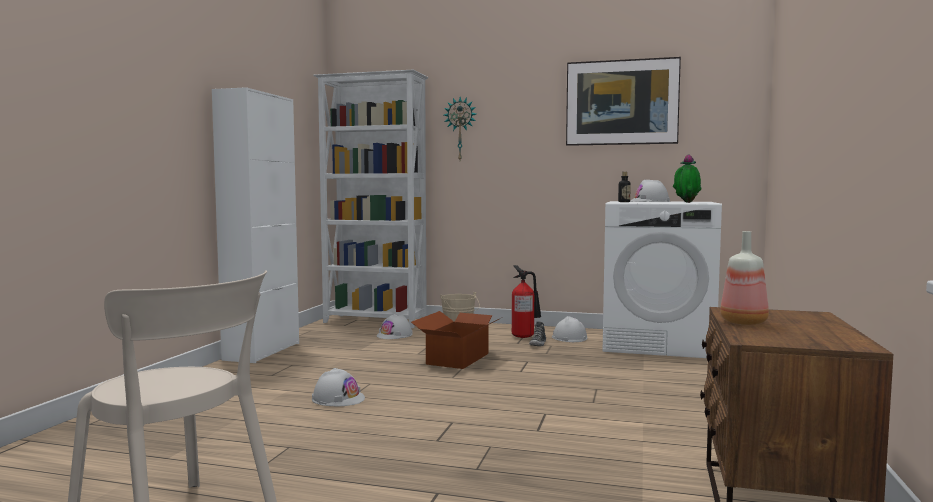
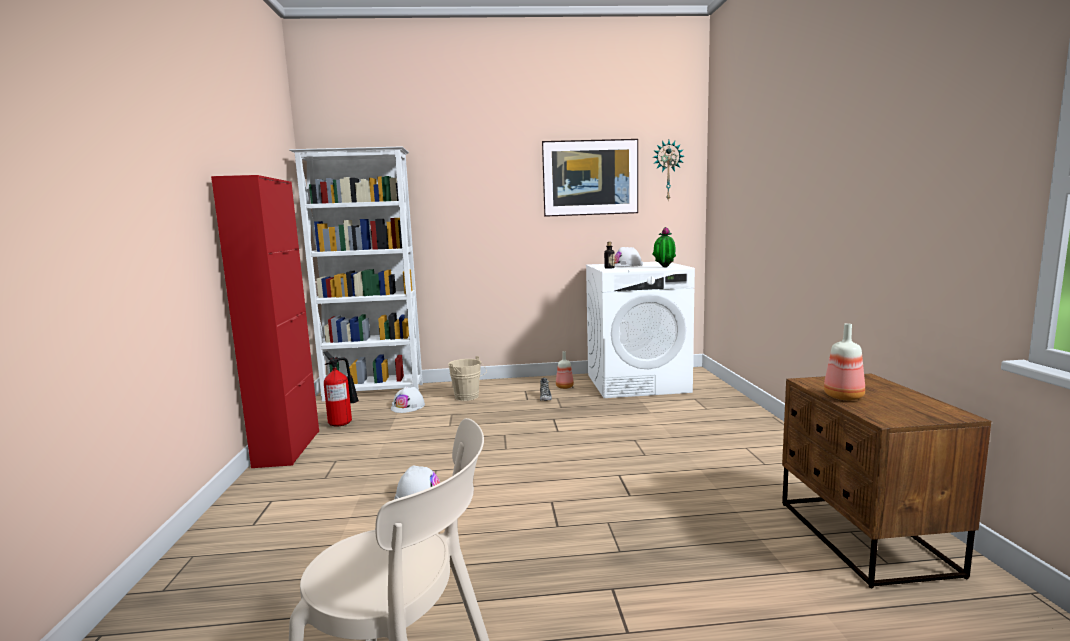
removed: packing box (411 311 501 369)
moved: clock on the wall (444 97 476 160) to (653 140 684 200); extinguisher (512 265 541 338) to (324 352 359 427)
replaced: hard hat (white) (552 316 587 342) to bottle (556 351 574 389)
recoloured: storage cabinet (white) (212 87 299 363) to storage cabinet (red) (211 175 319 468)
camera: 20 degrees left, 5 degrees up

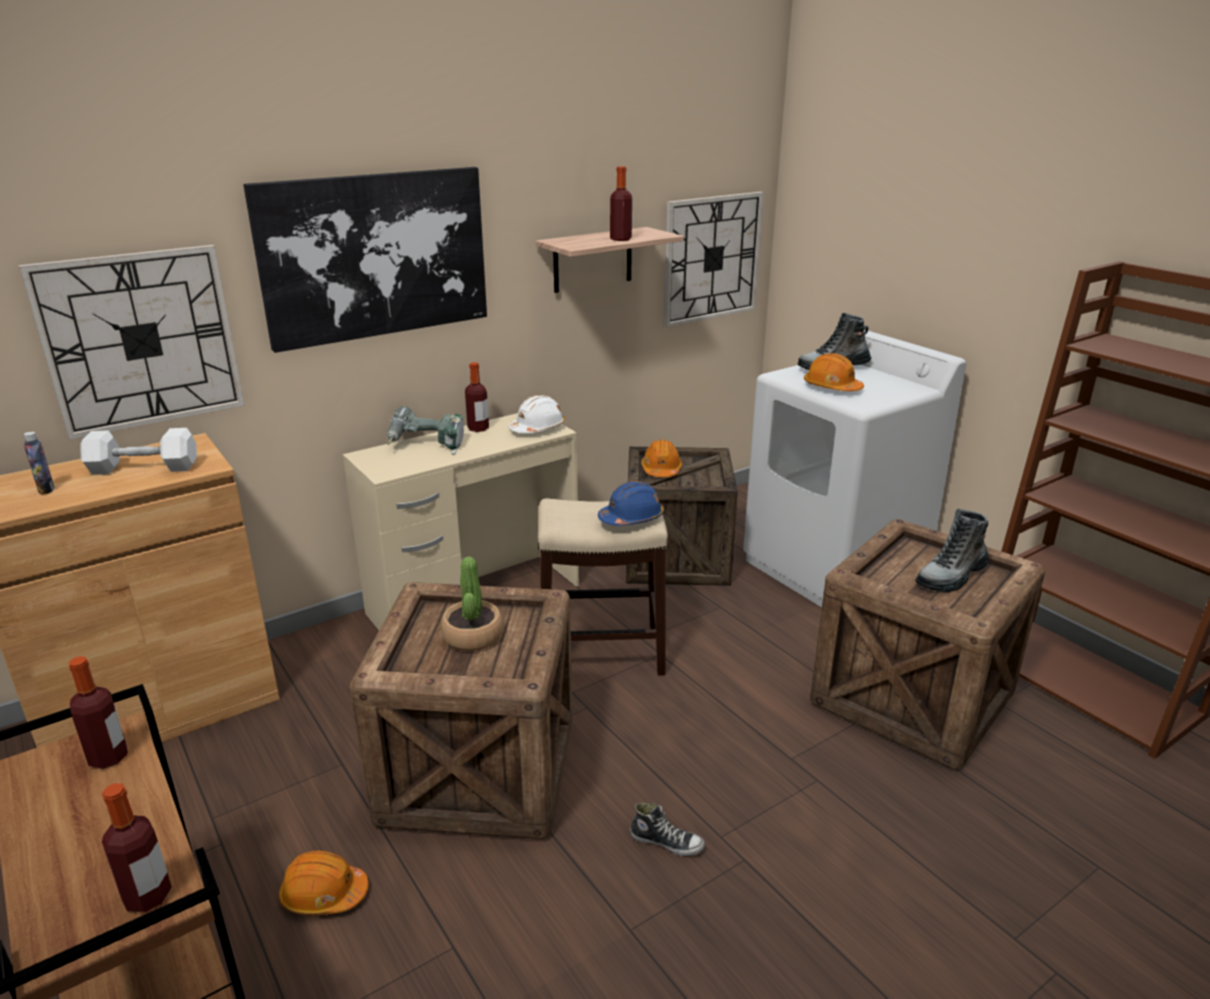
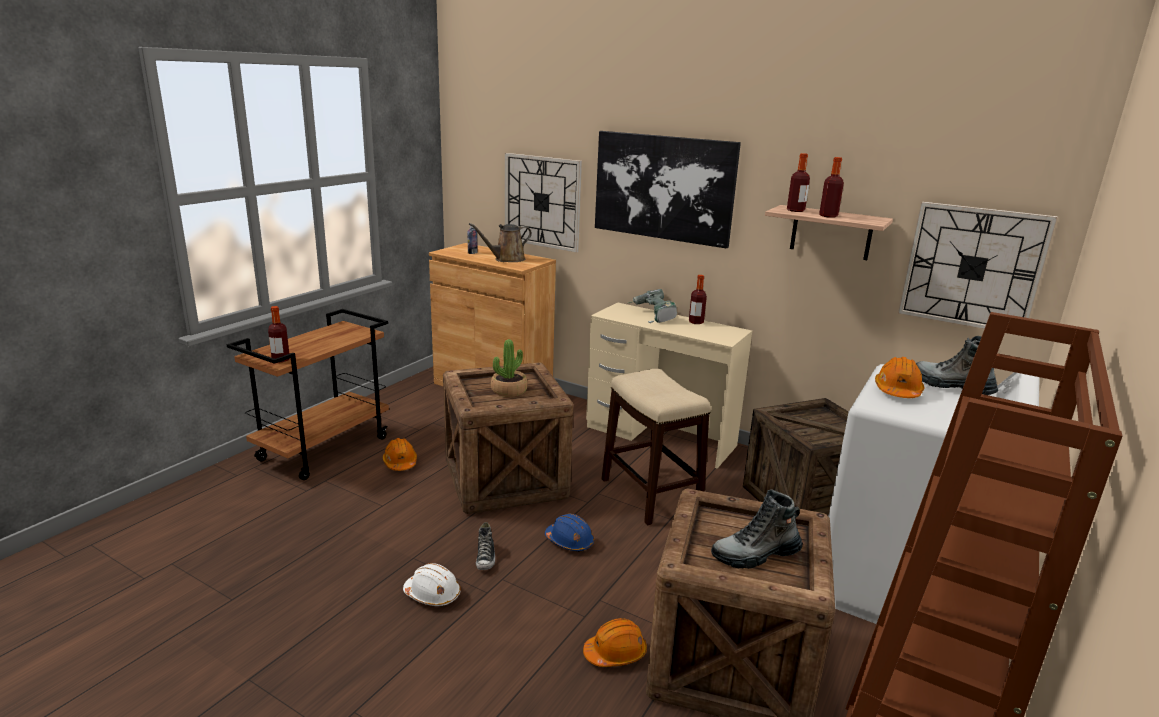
moved: bottle (69 656 128 769) to (787 153 810 212); hard hat (white) (509 395 565 433) to (403 563 461 606); hard hat (blue) (598 481 664 526) to (545 514 594 552); hard hat (orange) (641 439 682 477) to (583 618 647 667)
replaced: dumbbell (white) (80 428 197 475) to watering can (brown-coloured) (469 223 532 262)
turned: high-top boot (915 509 989 592) = (711 489 803 569) 45 degrees counterclockwise
camera: 65 degrees right, 5 degrees down

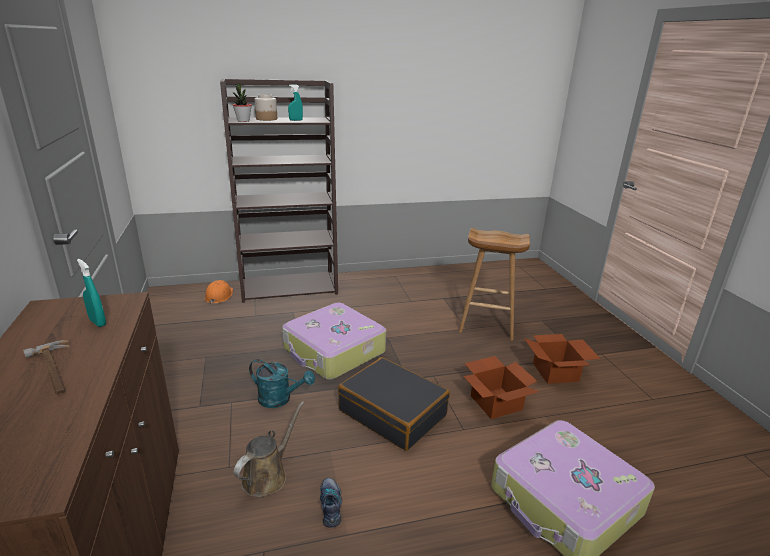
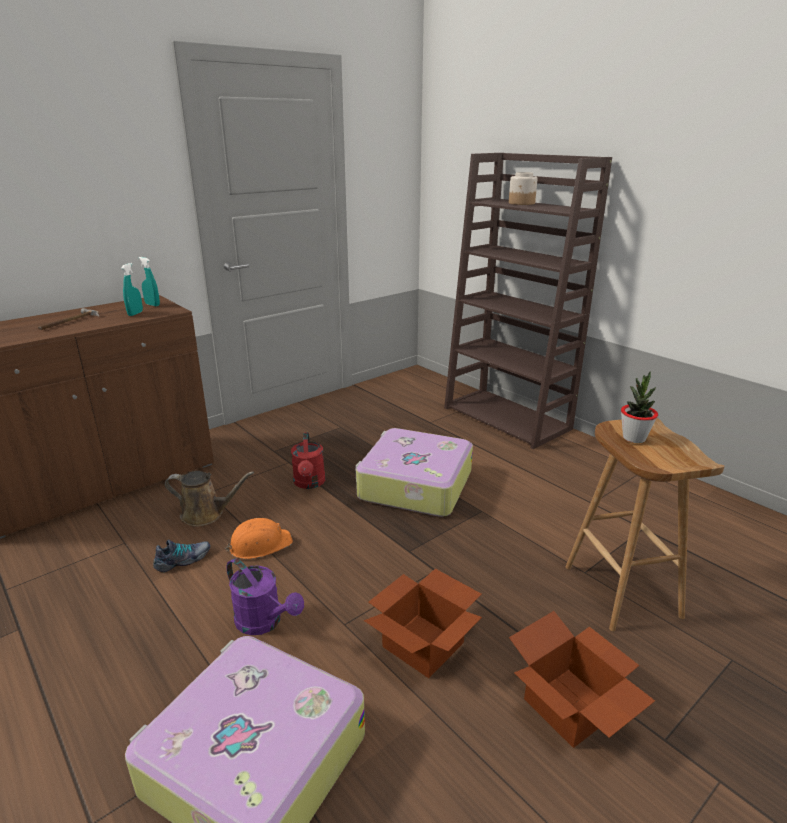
removed: piece of luggage (black) (338 357 450 451)
added: watering can (purplish) (227 558 304 635)
moved: hard hat (orange) (205 280 233 305) to (225 518 293 559); potted plant (232 83 252 122) to (621 372 658 443); spray bottle (blue-green) (288 84 303 121) to (139 257 160 306)
recoloured: watering can (blue-green) (249 359 315 408) to watering can (red) (291 432 325 489)
camera: 65 degrees right, 0 degrees up

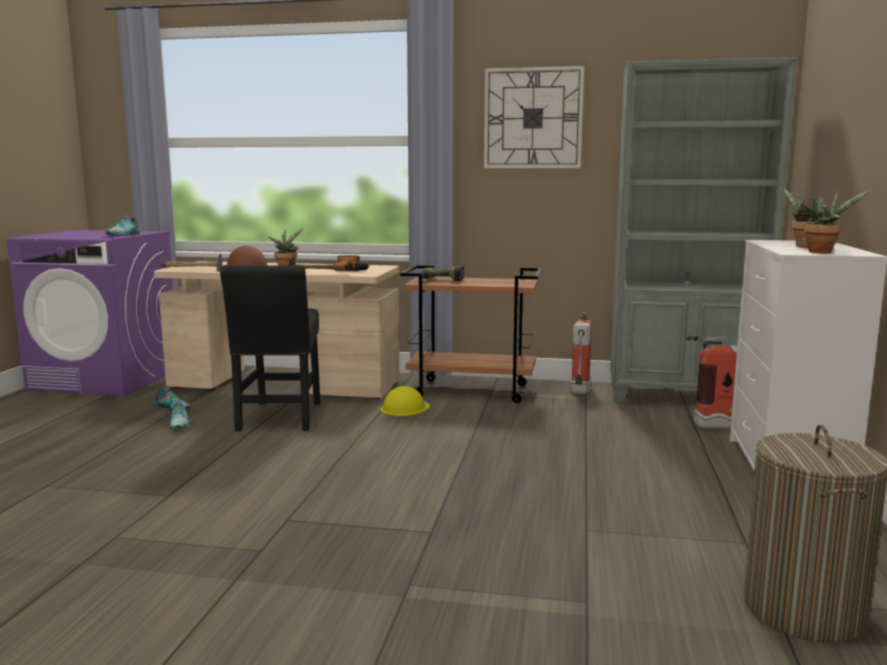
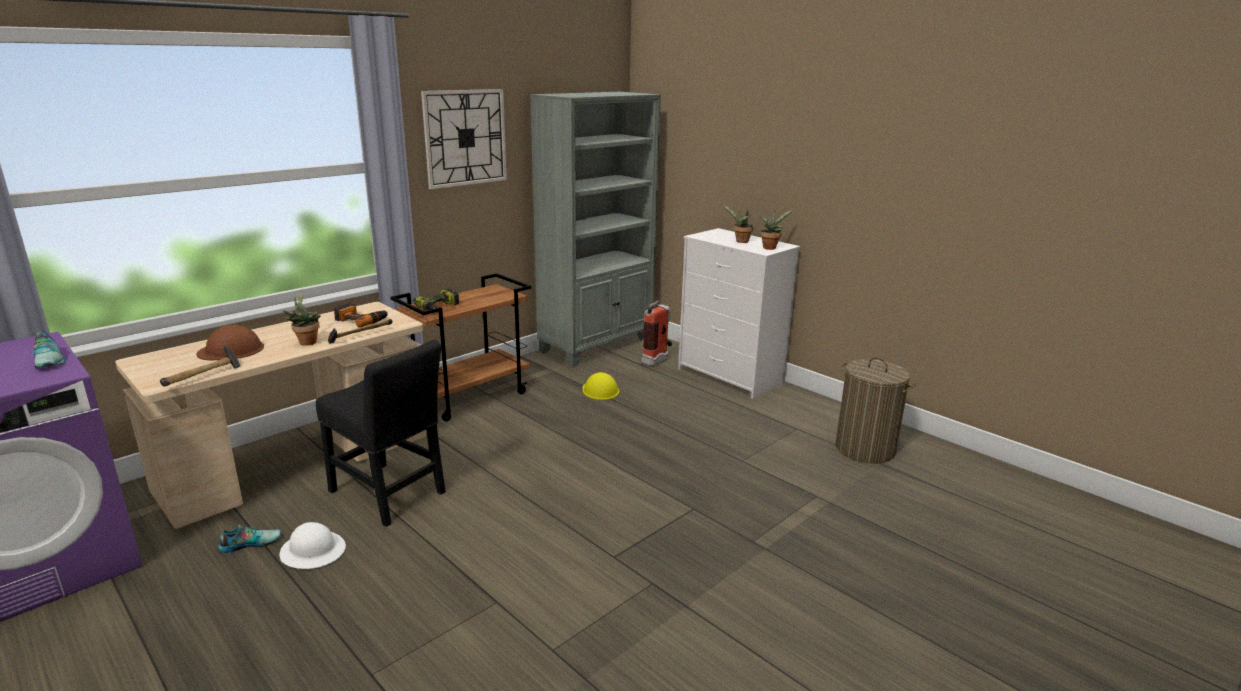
removed: extinguisher (570 312 592 394)
moved: hard hat (yellowish) (381 386 430 416) to (583 372 619 400)
replaced: item of footwear (170 401 190 429) to hard hat (white) (279 522 346 569)
camera: 55 degrees left, 10 degrees up

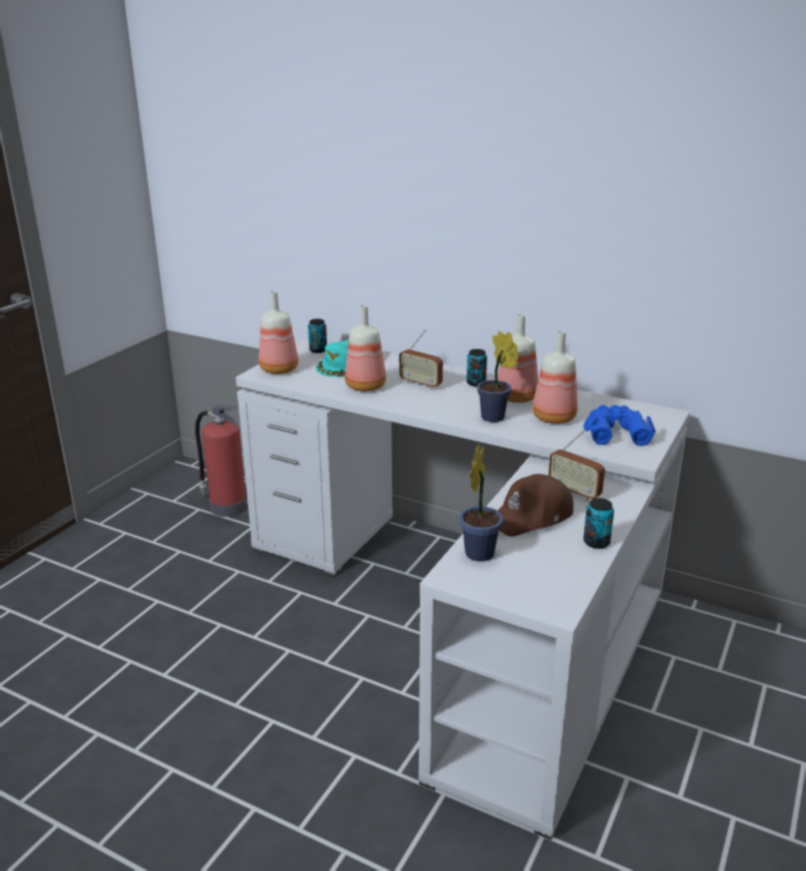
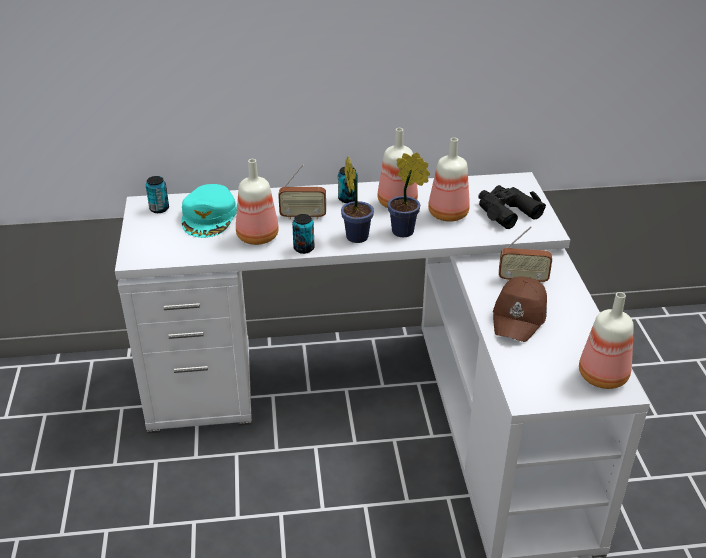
removed: extinguisher (195 405 247 517)
moved: bottle (259 291 298 374) to (579 292 634 389); potted plant (459 444 503 562) to (341 156 374 243); sealed can (583 498 614 549) to (292 214 314 254)
recoloured: binoculars (blue) (583 405 655 446) to binoculars (black) (478 185 546 229)
camera: 35 degrees left, 10 degrees up

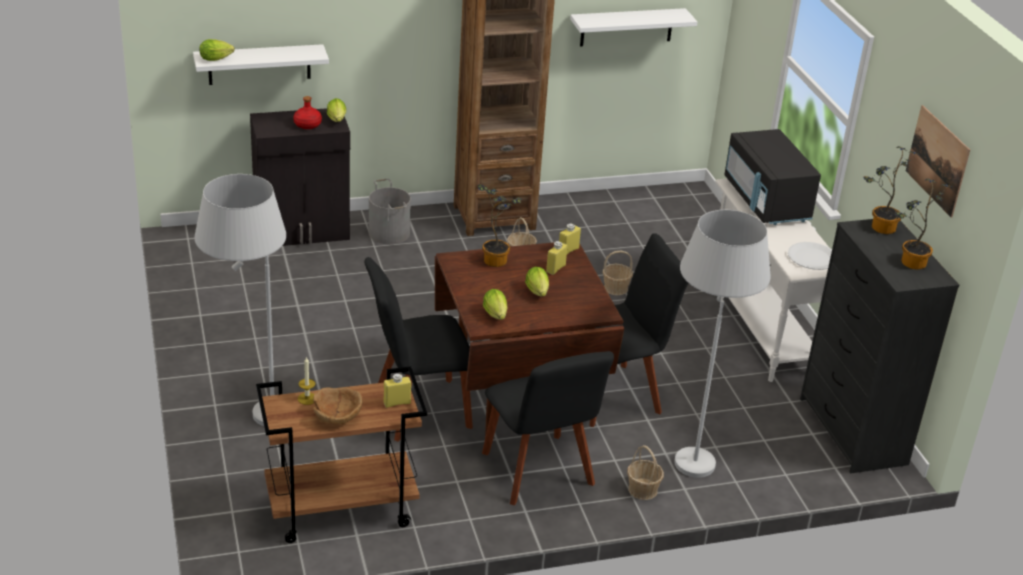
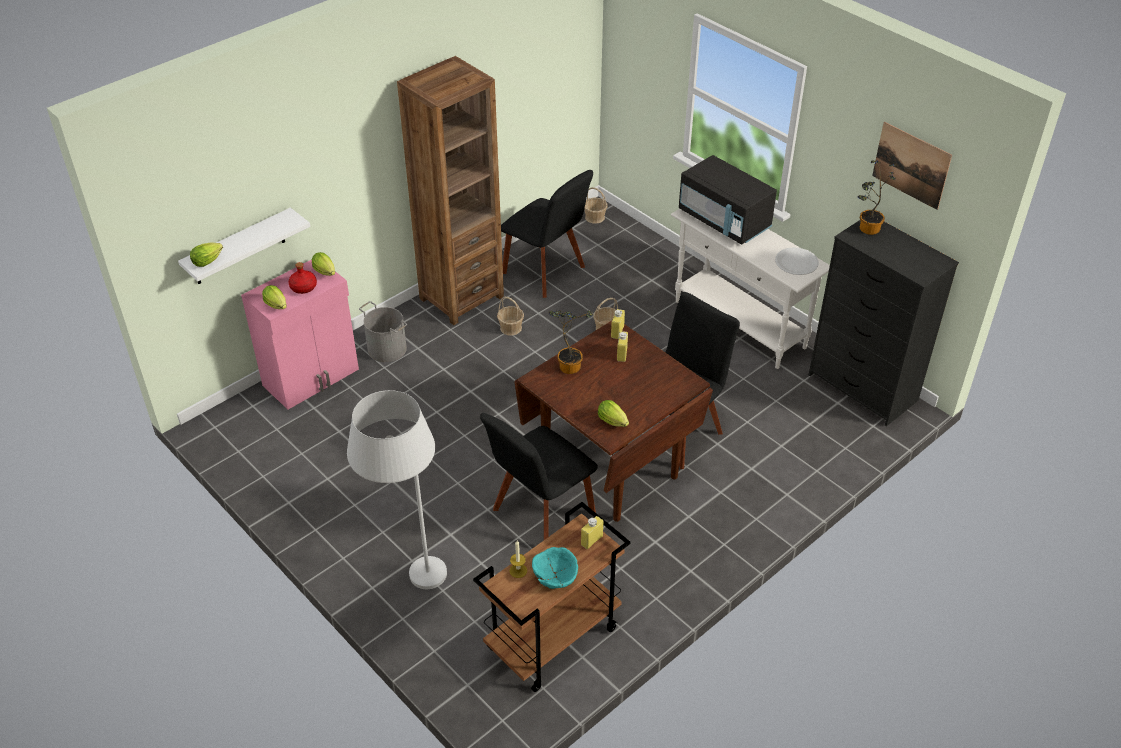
removed: wall shelf (white) (570 8 697 46); floor lamp (white) (674 210 771 478); potted plant (895 178 952 270)
moved: upright chair (black) (482 351 614 505) to (501 170 593 298); lettuce head (525 267 549 296) to (262 285 287 309); basket (627 445 664 500) to (584 187 607 224)
recoloured: storage cabinet (black) (250 108 350 246) to storage cabinet (pinkish) (241 259 359 409); deep dish (brown-coloured) (313 387 363 424) to deep dish (blue-green) (532 547 578 589)
camera: 25 degrees left, 10 degrees up

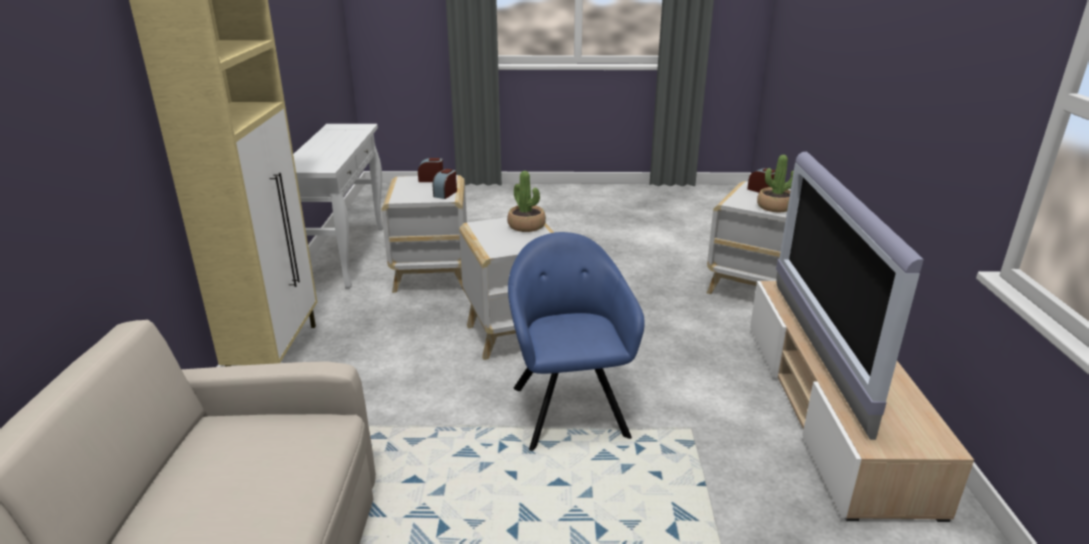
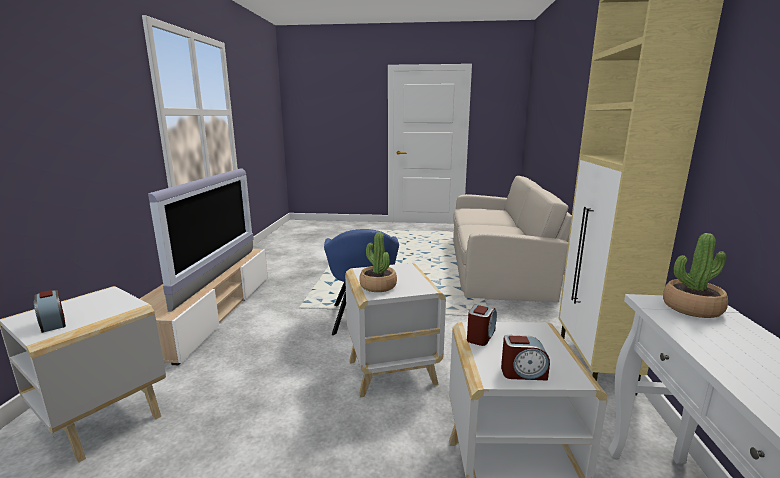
moved: potted plant (757 155 794 212) to (663 233 728 318)
camera: 175 degrees left, 10 degrees down

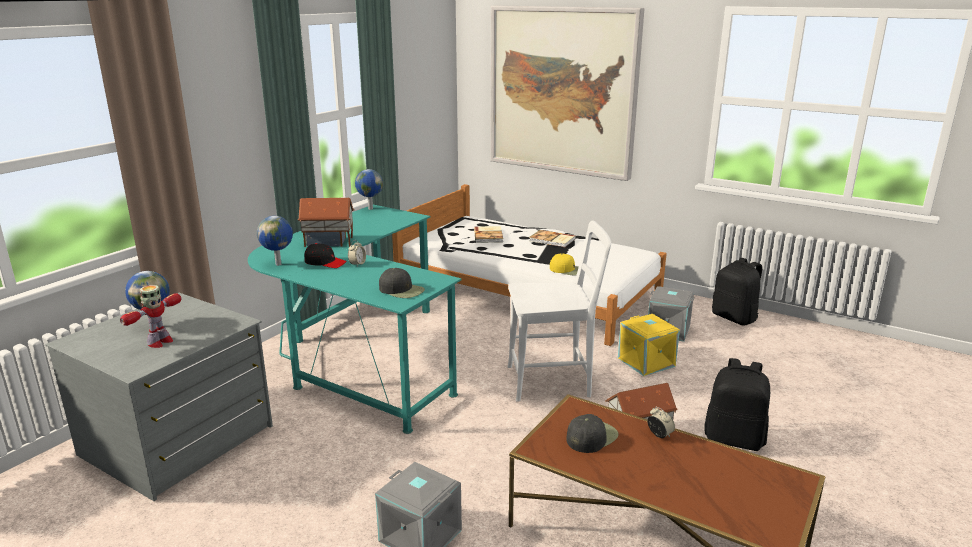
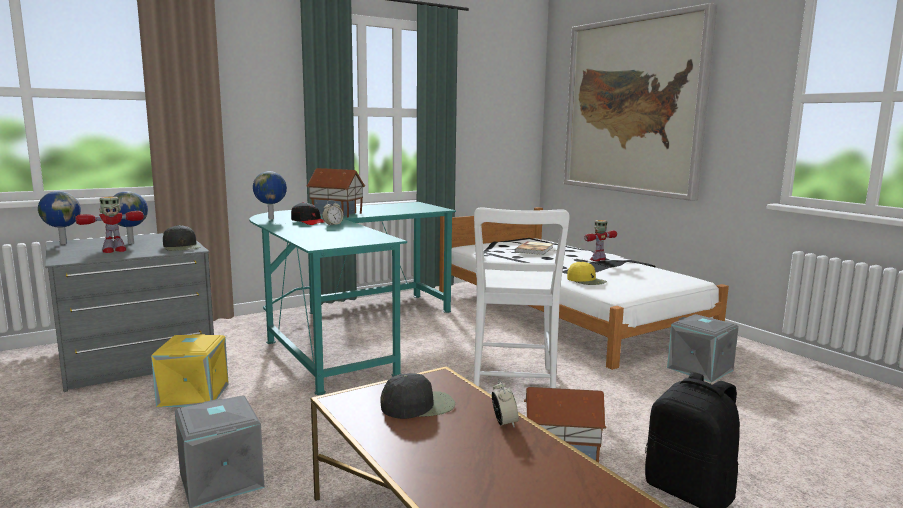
removed: rucksack (black) (712 258 762 325)
moved: globe (355 169 383 210) to (38 191 81 244); baseball cap (black) (379 268 425 298) to (163 225 201 251); storage container (yellowish) (618 314 680 376) to (151 334 229 407)
replaced: volume (529 230 576 247) to model robot (584 220 617 261)
turned: upright chair (white) (507 221 611 402) = (474 207 570 388) 75 degrees clockwise
camera: 25 degrees right, 10 degrees down

